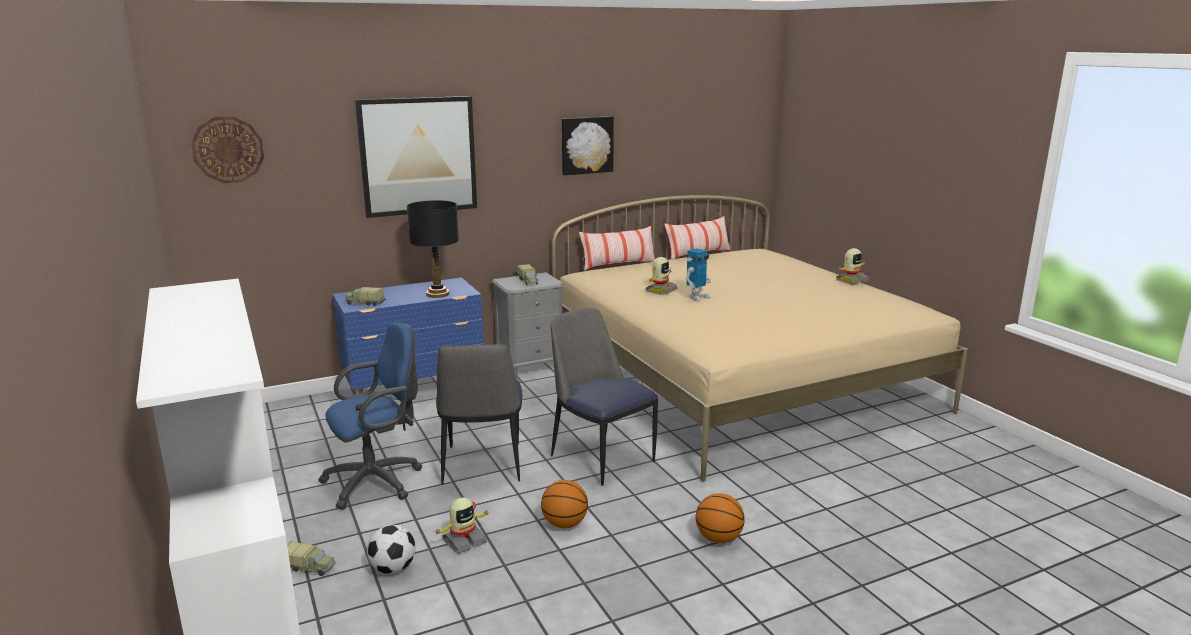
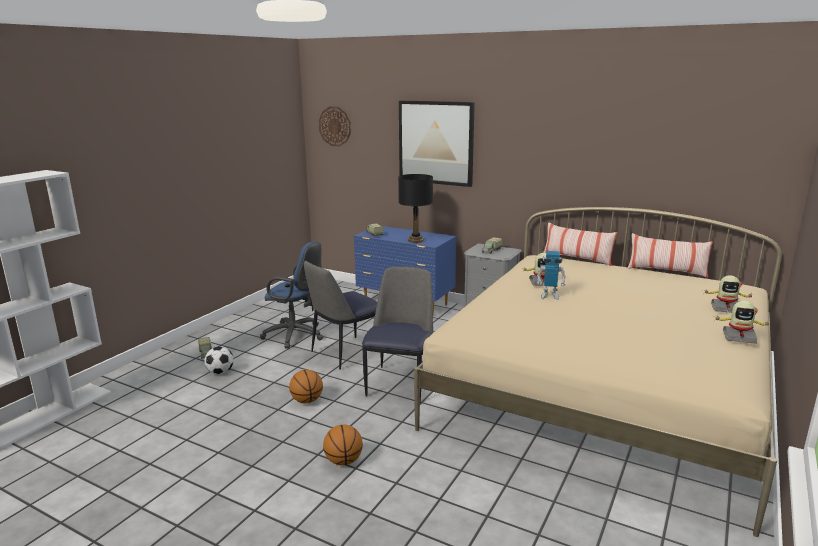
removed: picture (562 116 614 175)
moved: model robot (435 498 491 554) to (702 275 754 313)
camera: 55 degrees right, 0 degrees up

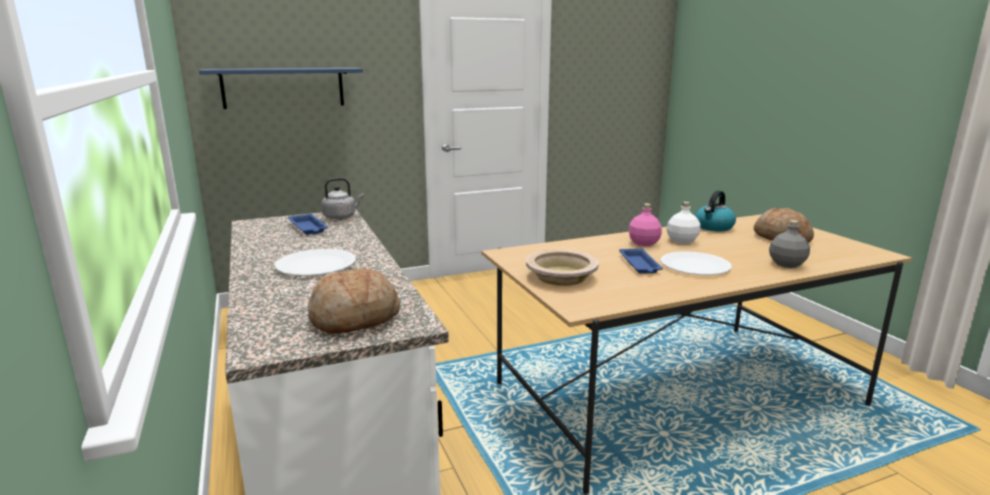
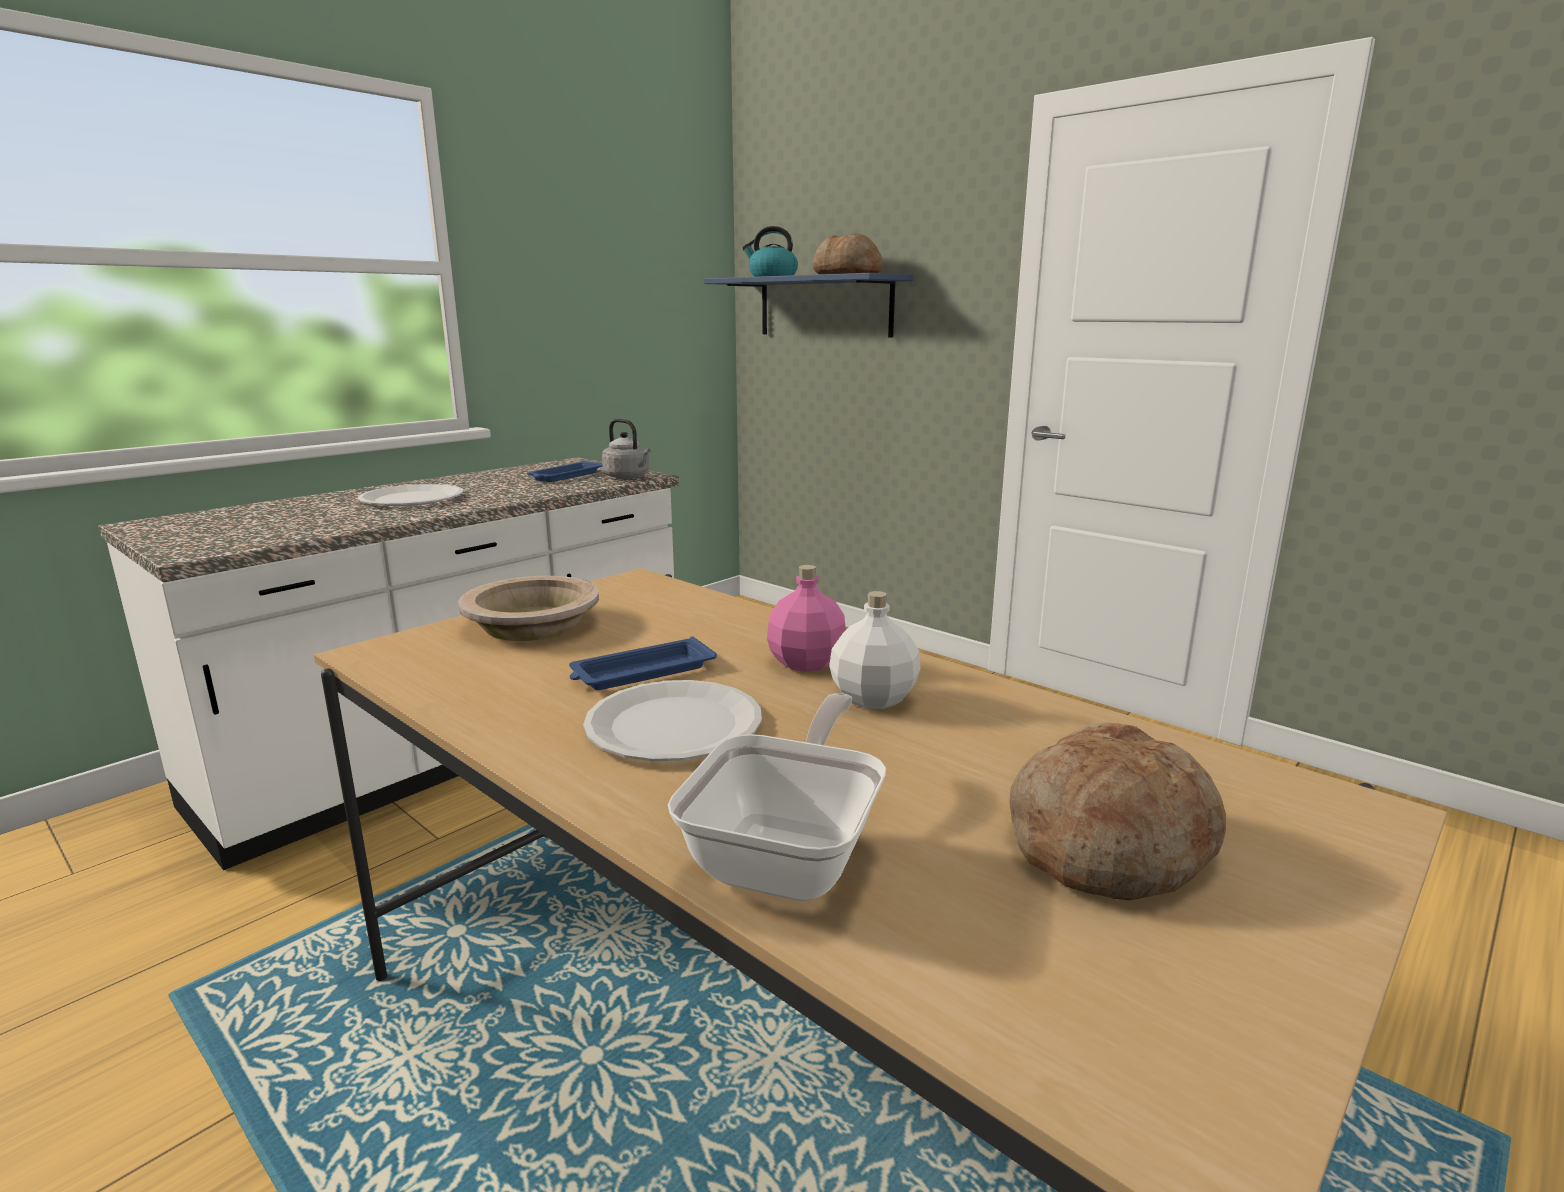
moved: baked bread (308 269 400 334) to (812 233 883 274); kettle (695 191 736 231) to (742 226 798 277)
replaced: bottle (gray) (769 220 810 268) to pan (668 693 886 901)
camera: 65 degrees right, 0 degrees up

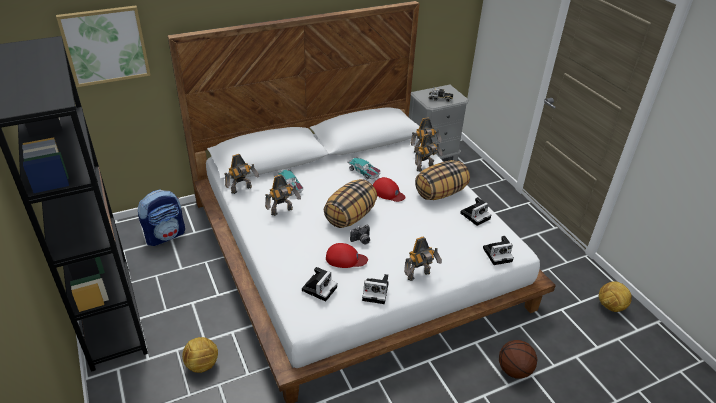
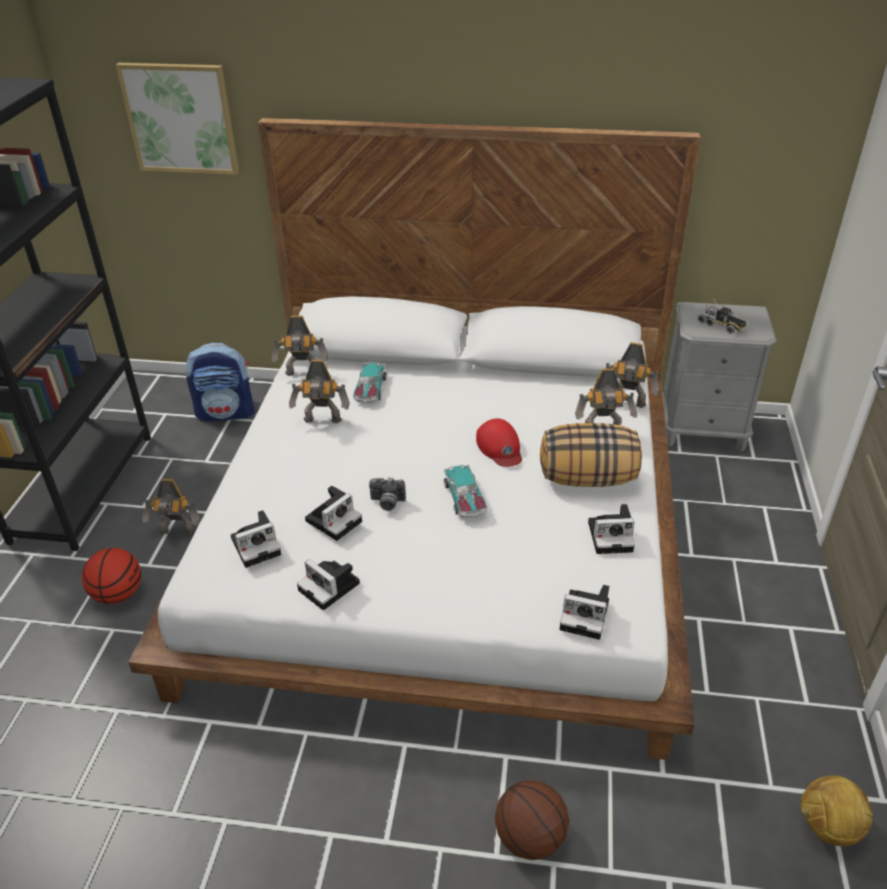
removed: pillow (324 179 377 228)
moved: model car (348 157 381 179) to (444 464 487 518); model robot (404 236 442 281) to (142 479 200 536)
replaced: football (182 337 218 373) to basketball (82 548 141 604); baseball cap (red) (326 243 368 268) to still camera (305 486 362 541)
camera: 35 degrees right, 0 degrees up

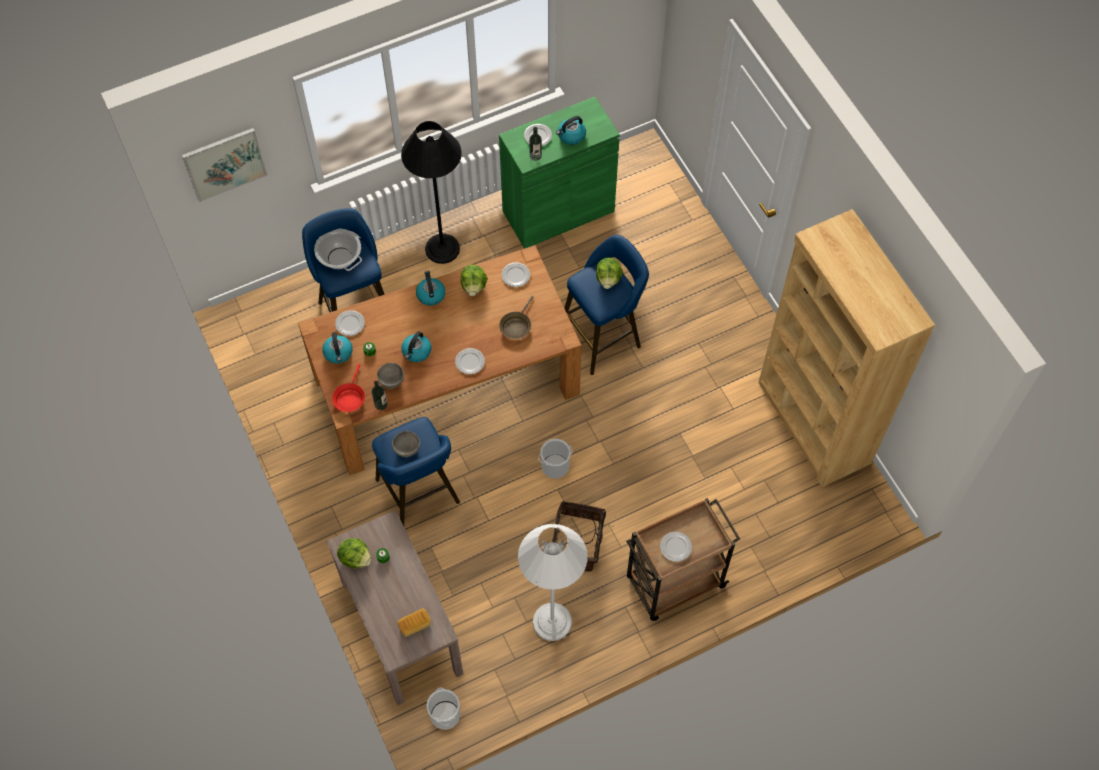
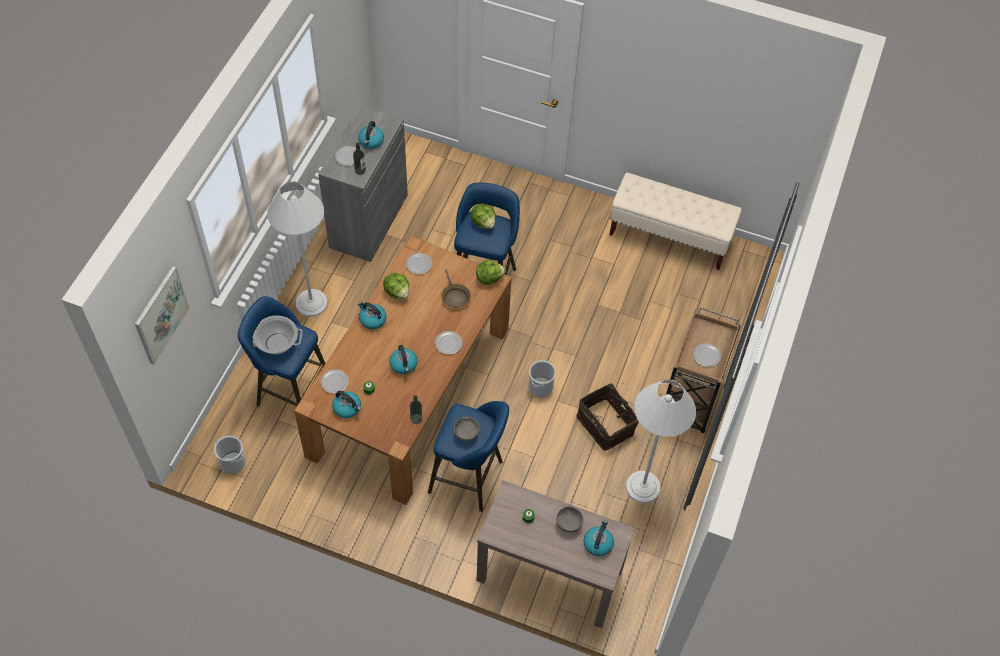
removed: pan (red) (332 364 365 412)
moved: lettuce head (337 538 371 568) to (476 260 506 285); deep dish (gray) (377 363 404 389) to (556 506 583 533); water bucket (427 687 460 730) to (214 436 246 474)
replaced: baked bread (398 609 431 637) to kettle (584 520 614 556); bookcase (brown-coloured) (758 209 935 487) to bench (beige-coloured) (610 173 742 270)
recoloured: floor lamp (black) (401 121 462 264) to floor lamp (white) (267 181 328 317); storage cabinet (greenish) (499 97 620 249) to storage cabinet (gray) (318 106 408 262)
camera: 45 degrees left, 5 degrees down

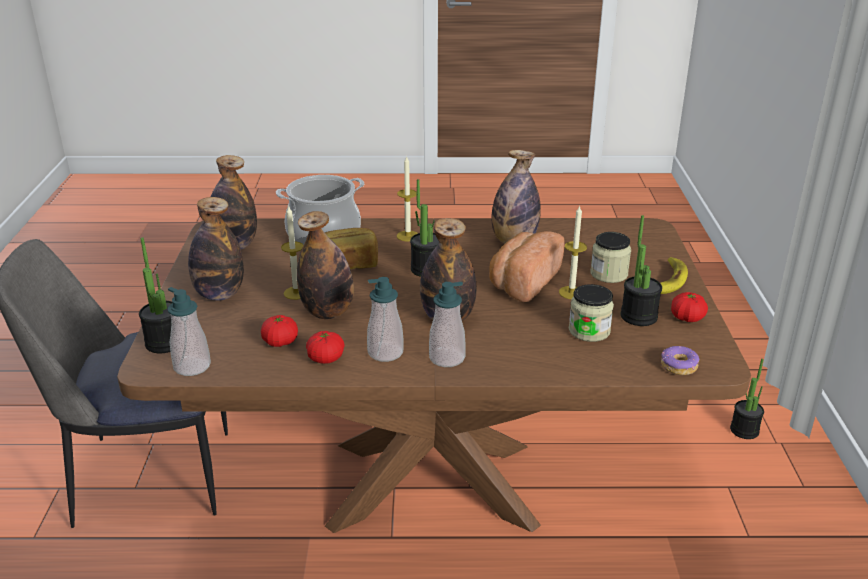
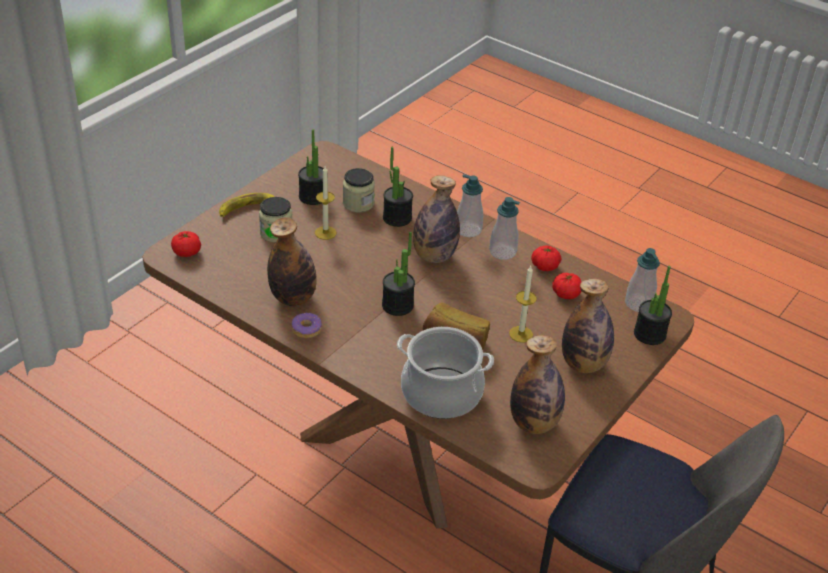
removed: bottle (297 211 354 319); wax light (397 157 418 241); baked bread (489 231 564 302)
moved: donut (661 346 699 375) to (292 313 322 338); tomato (671 292 708 322) to (171 231 201 257); potted plant (730 359 764 439) to (383 147 413 227)
camera: 145 degrees left, 10 degrees up

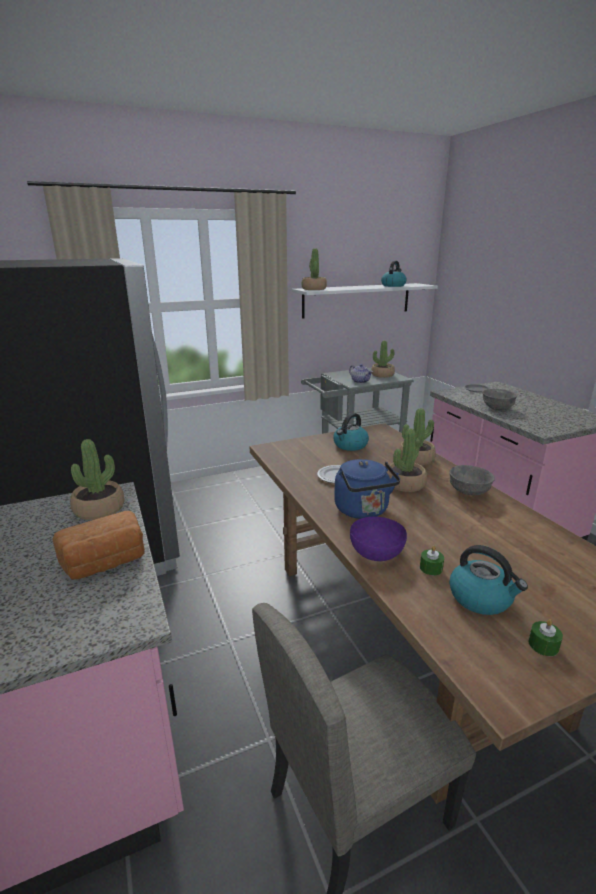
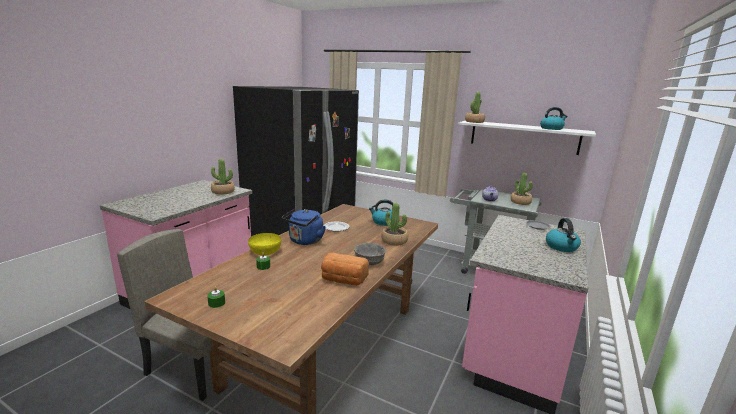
removed: potted plant (387 428 427 492); deep dish (gray) (483 389 517 410)
moved: baked bread (52 511 145 579) to (321 253 369 286); kettle (450 545 528 615) to (546 218 581 252)
recoloured: deep dish (purplish) (350 517 407 561) to deep dish (yellowish) (248 233 281 255)
camera: 50 degrees right, 5 degrees down

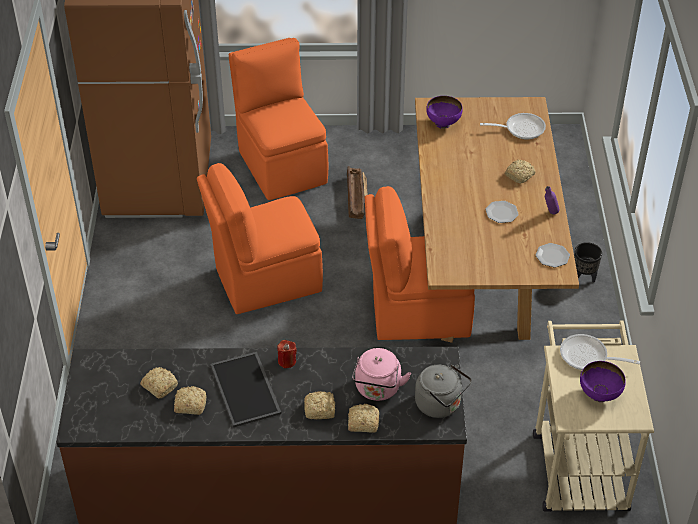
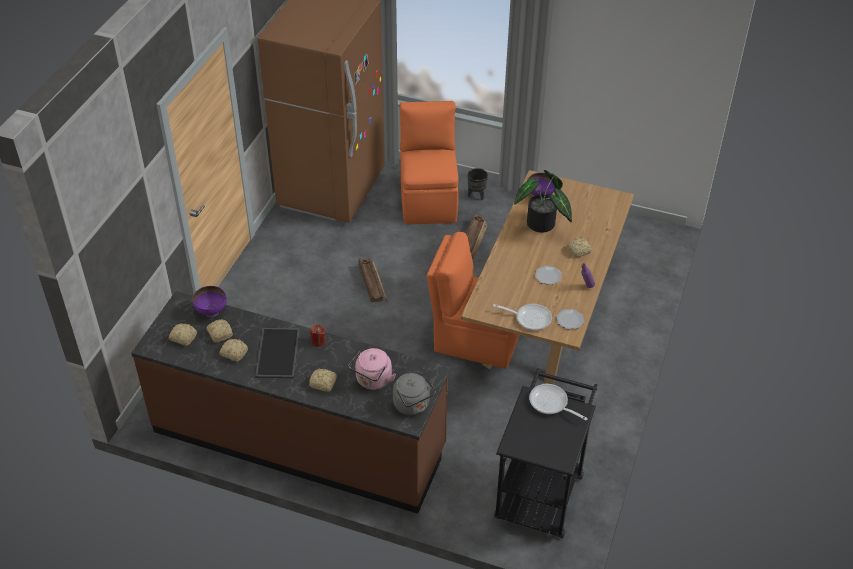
added: potted plant (514 170 572 233)
moved: baked bread (348 404 379 433) to (169 323 197 346); pan (480 113 546 139) to (493 304 552 330); flower pot (black) (574 242 602 283) to (468 168 488 200); deep dish (purplish) (580 361 626 402) to (192 286 227 317)
replaced: upright chair (orange) (197 163 323 314) to shipping crate (358 258 388 302)
recoloured: trolley (beige-coloured) (533 320 654 512) to trolley (black) (494 368 598 538)
camera: 20 degrees right, 0 degrees up

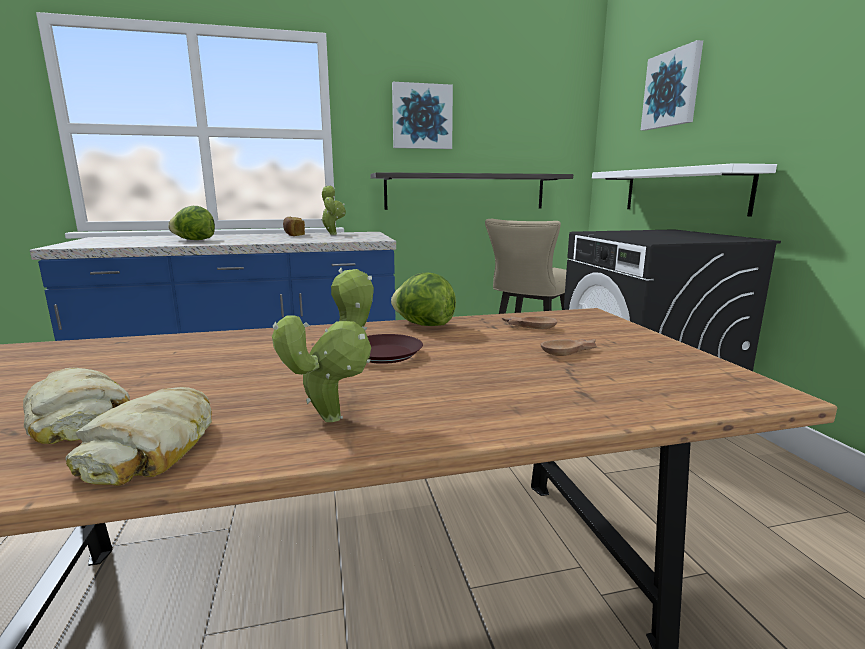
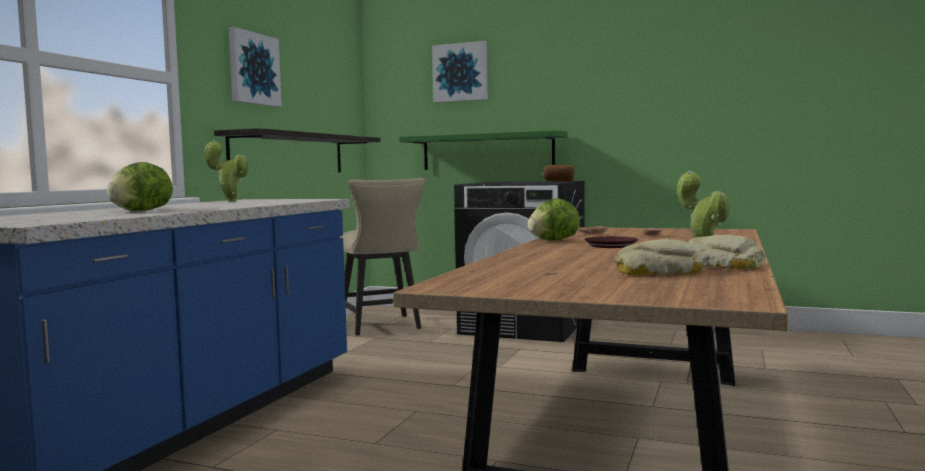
moved: baked bread (283 217 305 236) to (543 165 574 182)
recoloured: wall shelf (white) (592 163 777 216) to wall shelf (greenish) (399 130 568 170)
camera: 55 degrees left, 10 degrees down

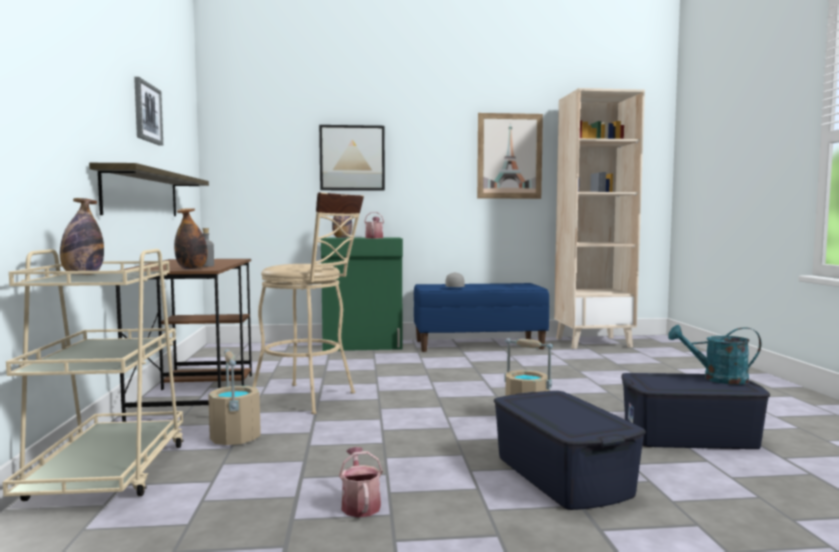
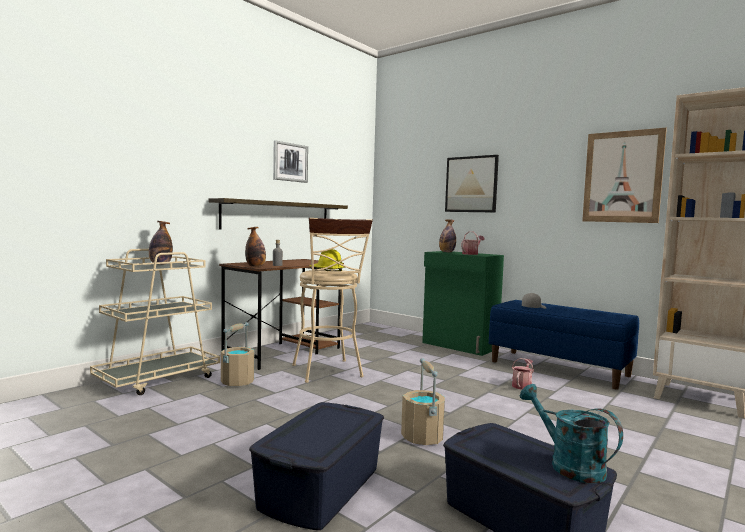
added: hard hat (yellowish) (310 249 345 271)
moved: watering can (339 447 383 517) to (512 358 534 390)
camera: 45 degrees right, 0 degrees up

